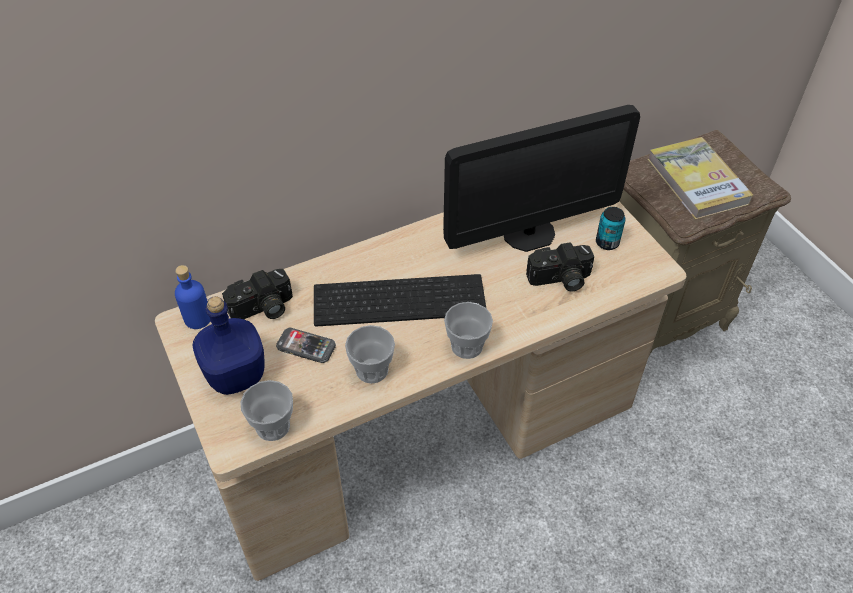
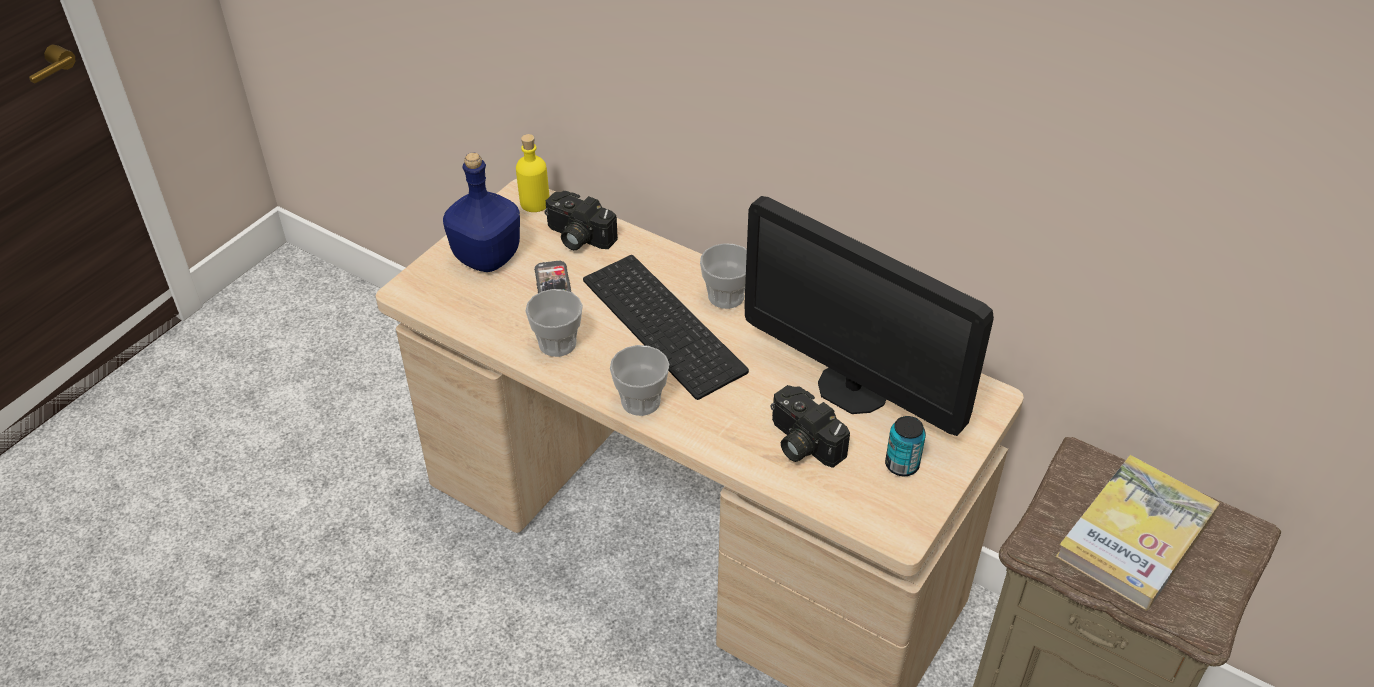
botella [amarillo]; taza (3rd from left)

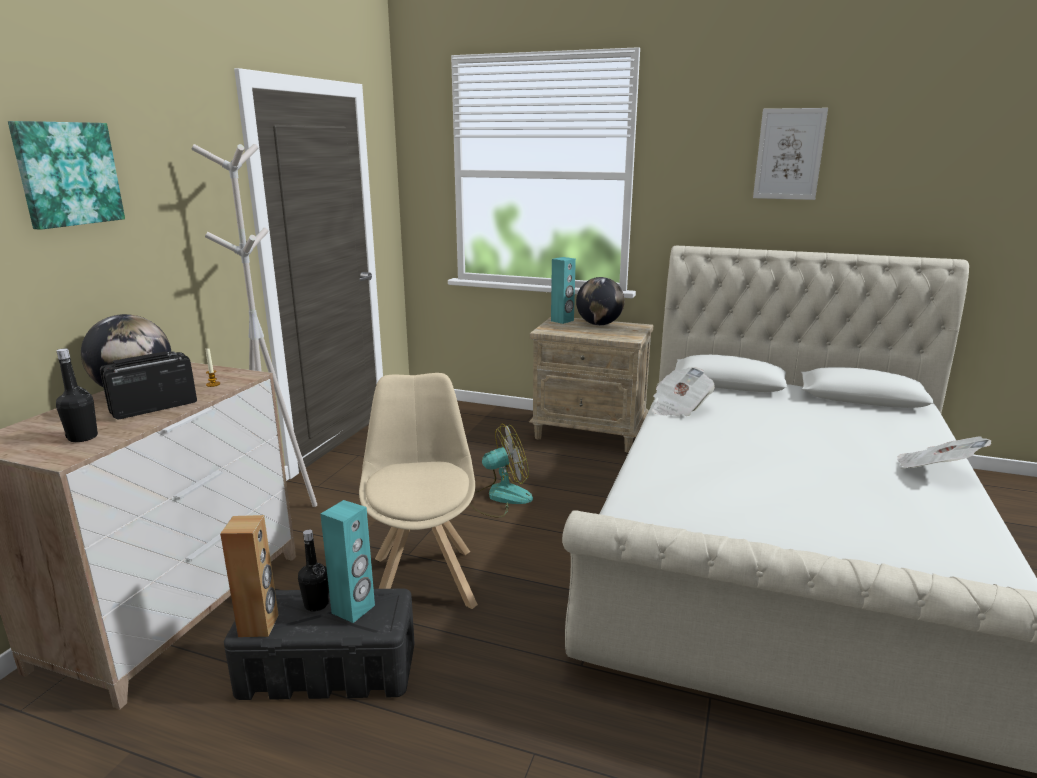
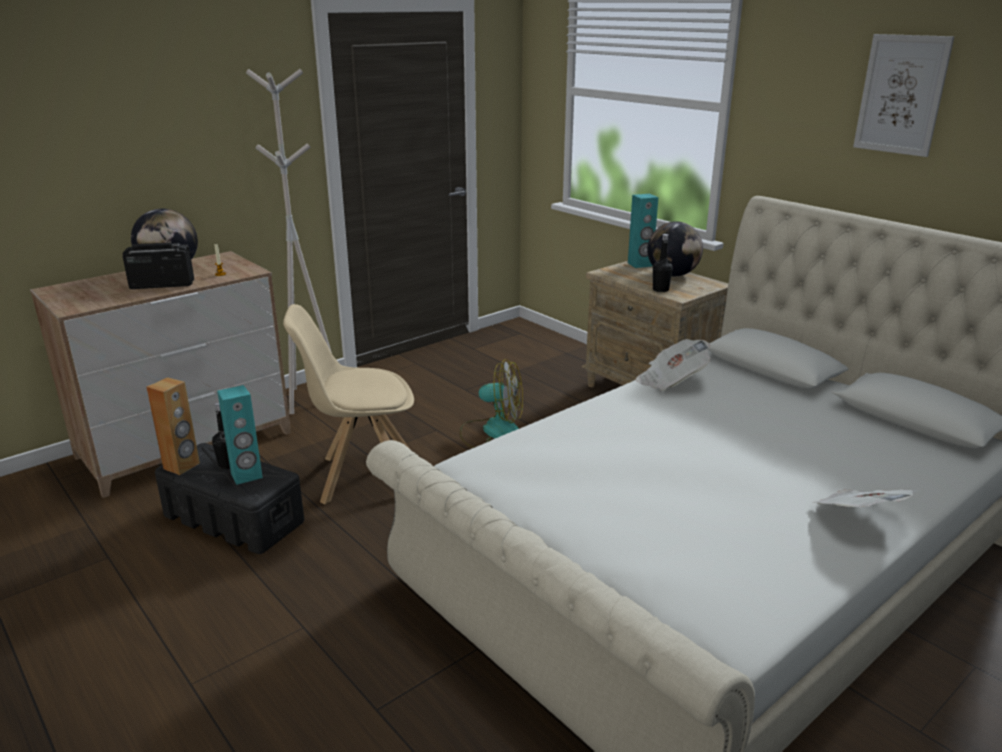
silla [beis]; botella [negro] (2nd from left); cuadro (1st from left in the first image)

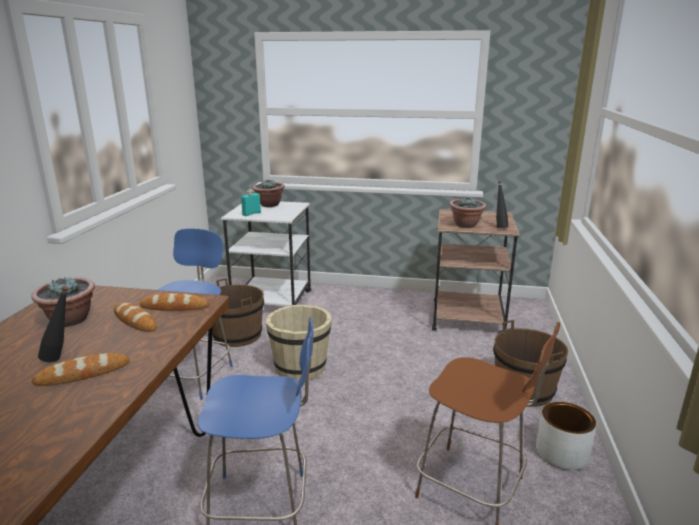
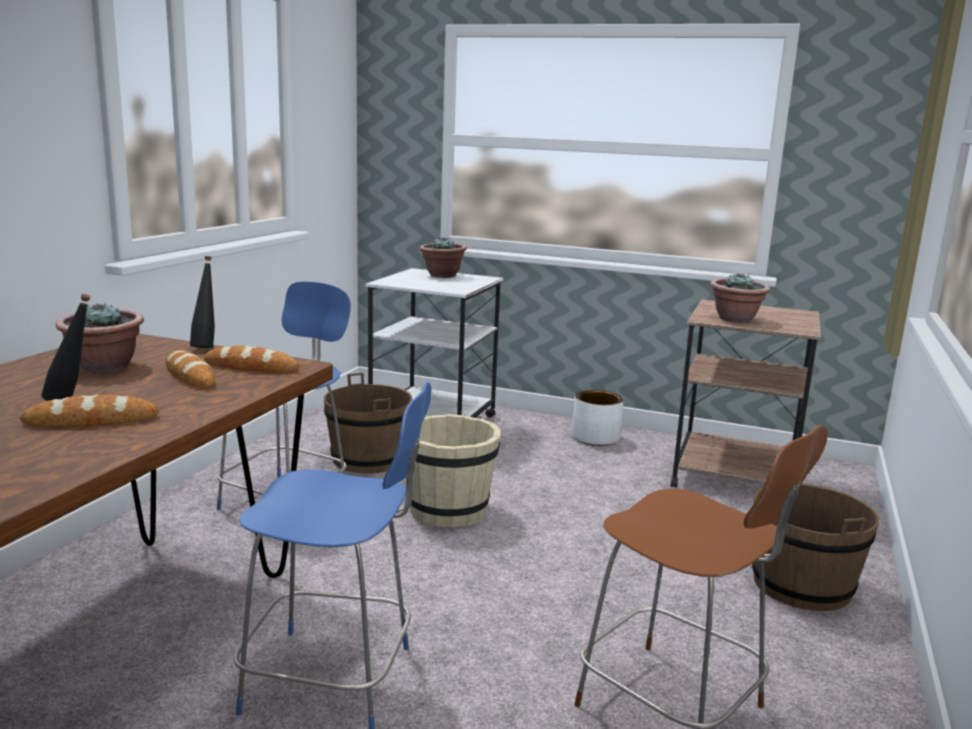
botella [negro] (2nd from left); maceta [blanco]; botella [turquesa]

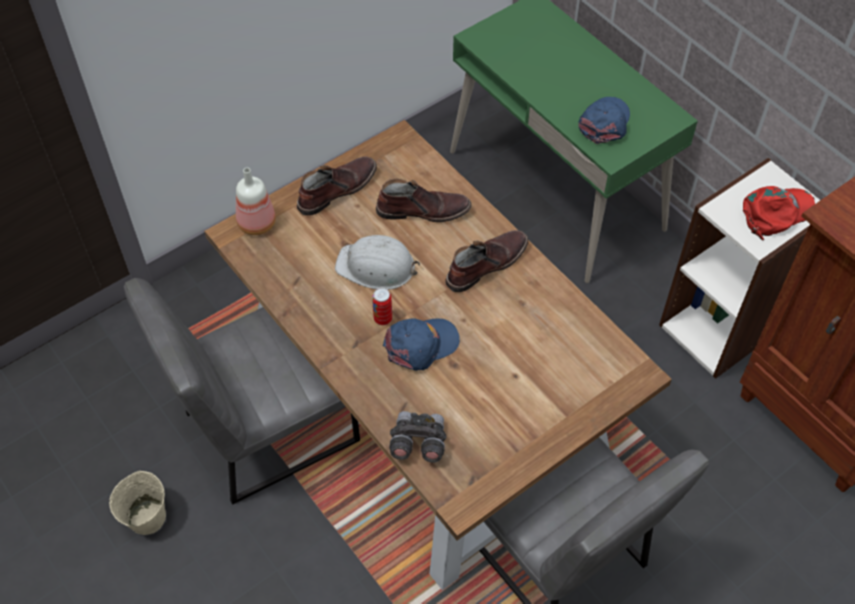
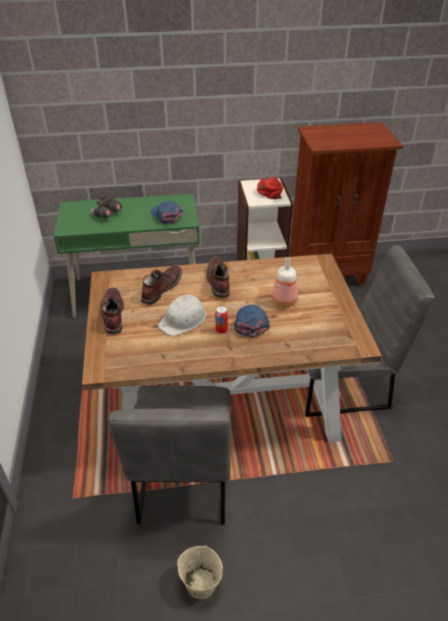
prismáticos [gris]; botella

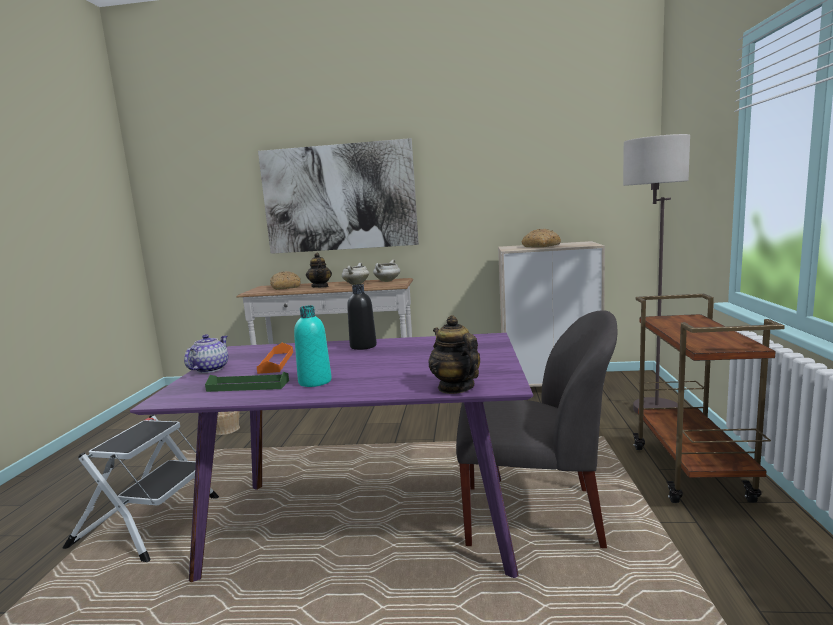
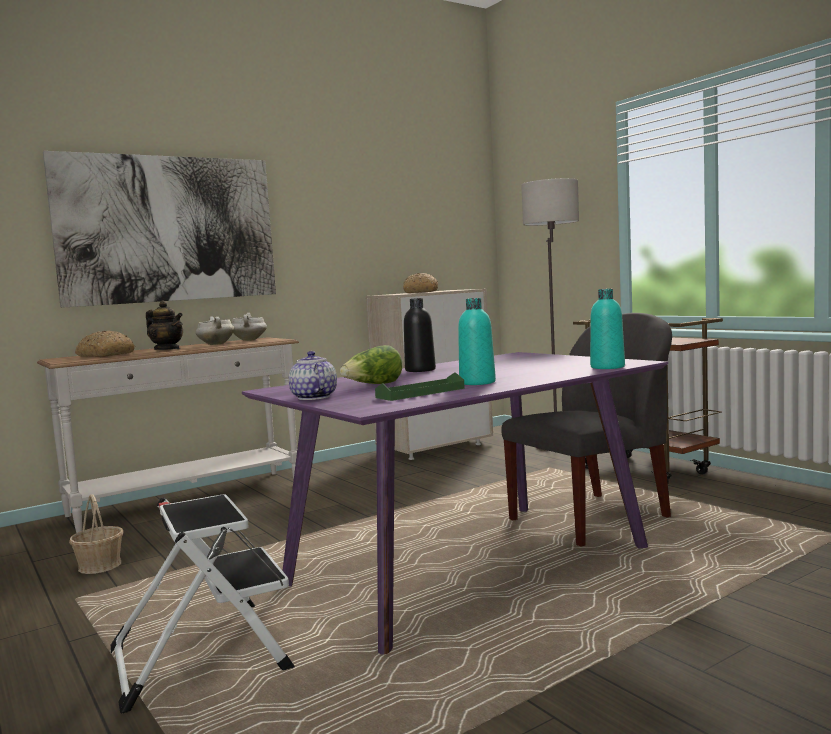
lechuga; botella [turquesa] (2nd from left)

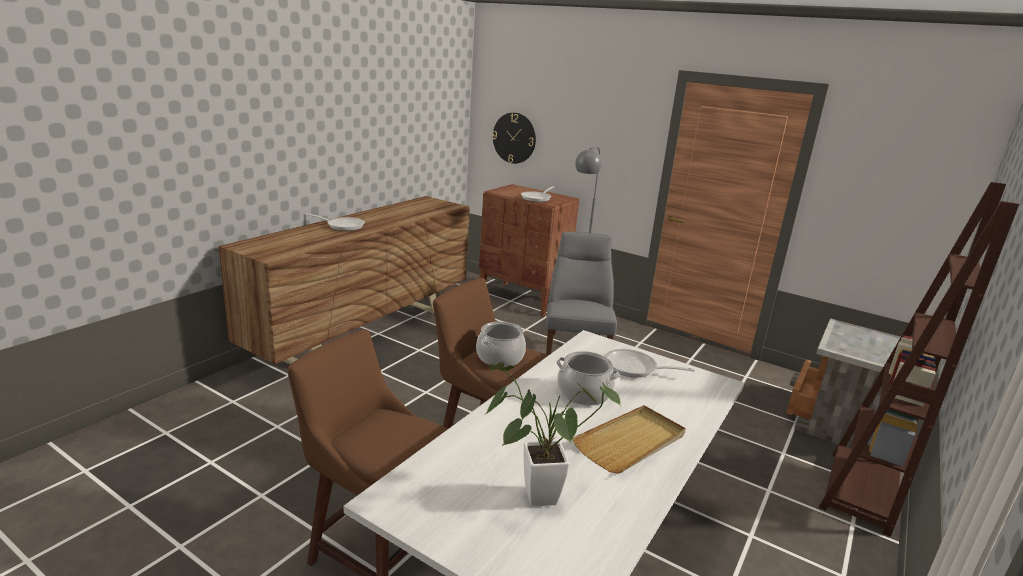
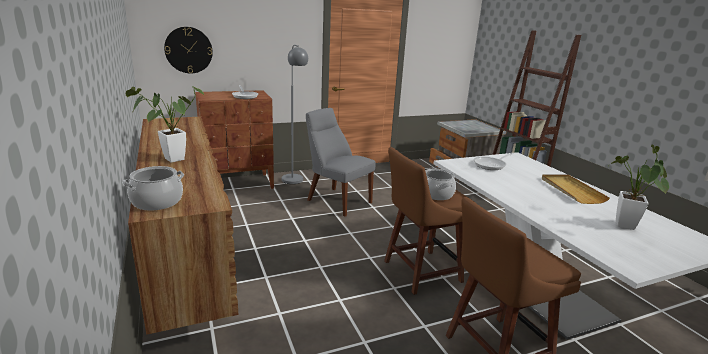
olla (1st from left); planta en maceta (1st from left)

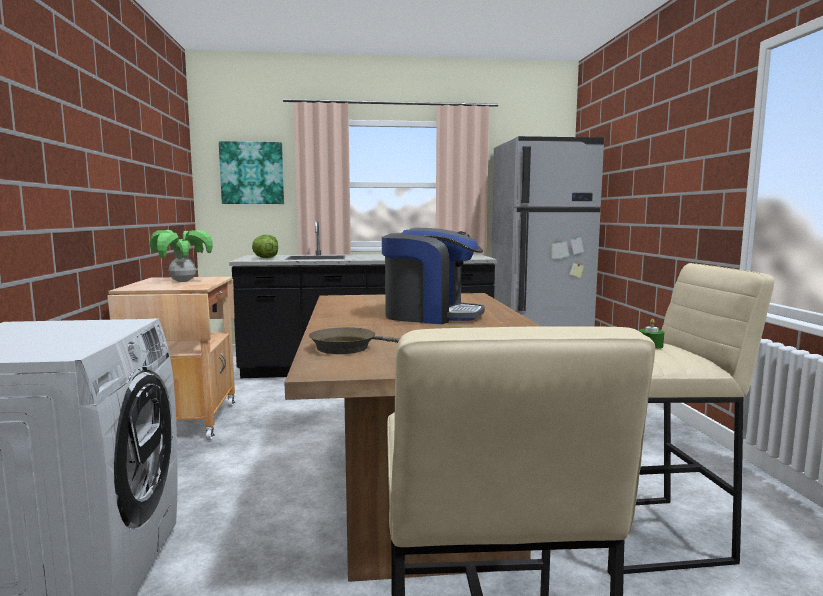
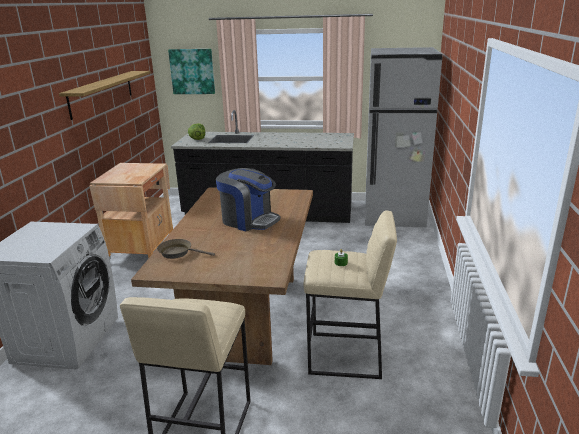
estante; planta en maceta

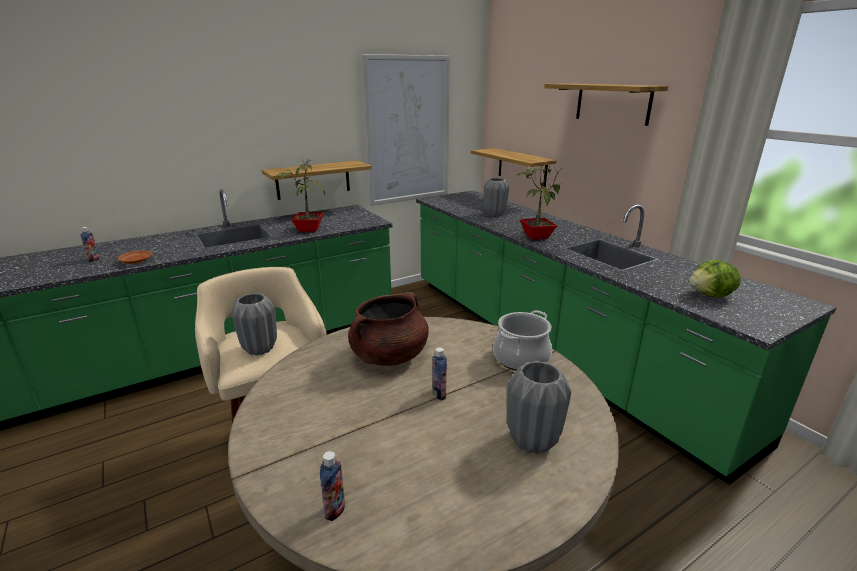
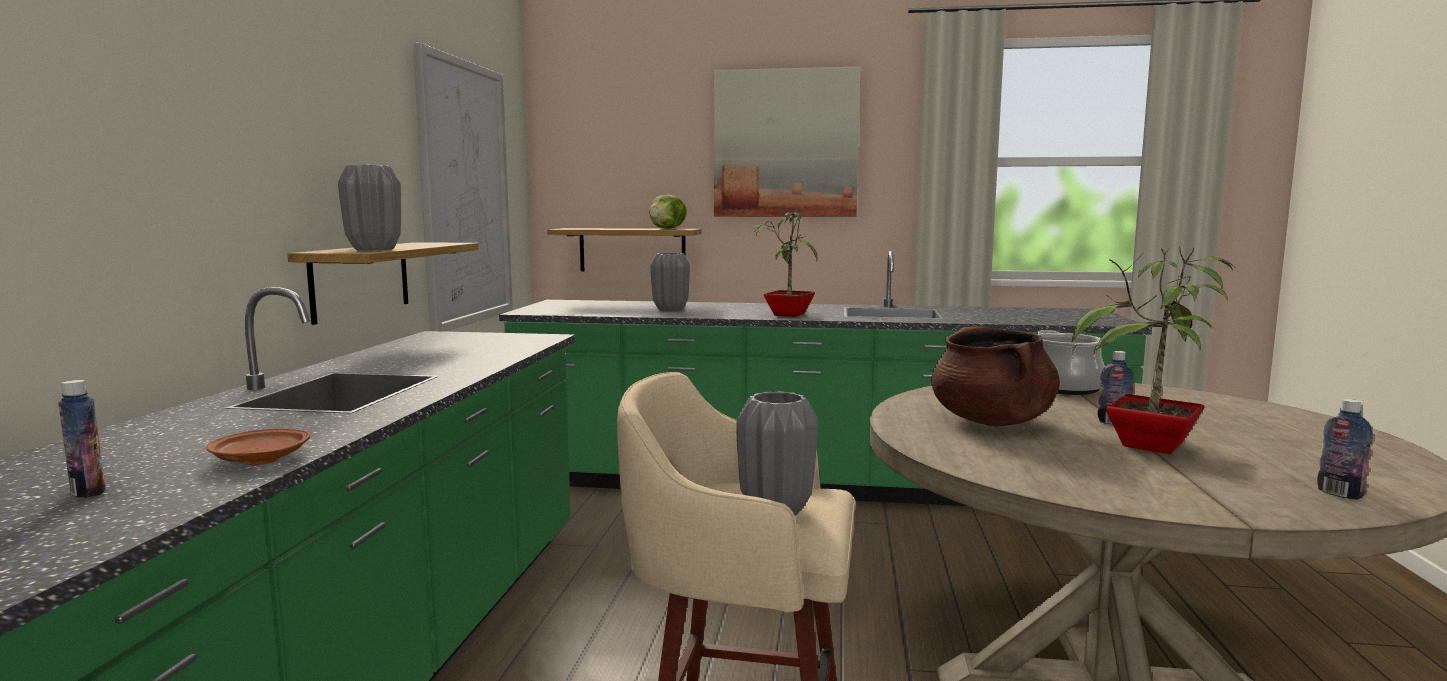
florero [gris] (1st from left); lechuga; cuadro (2nd from left); planta en maceta (2nd from left)

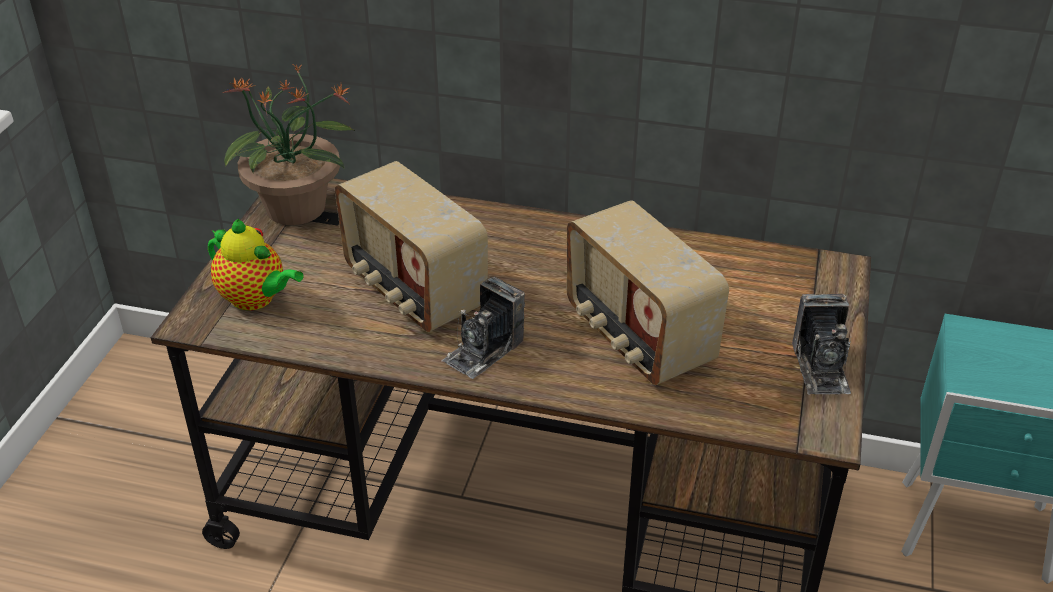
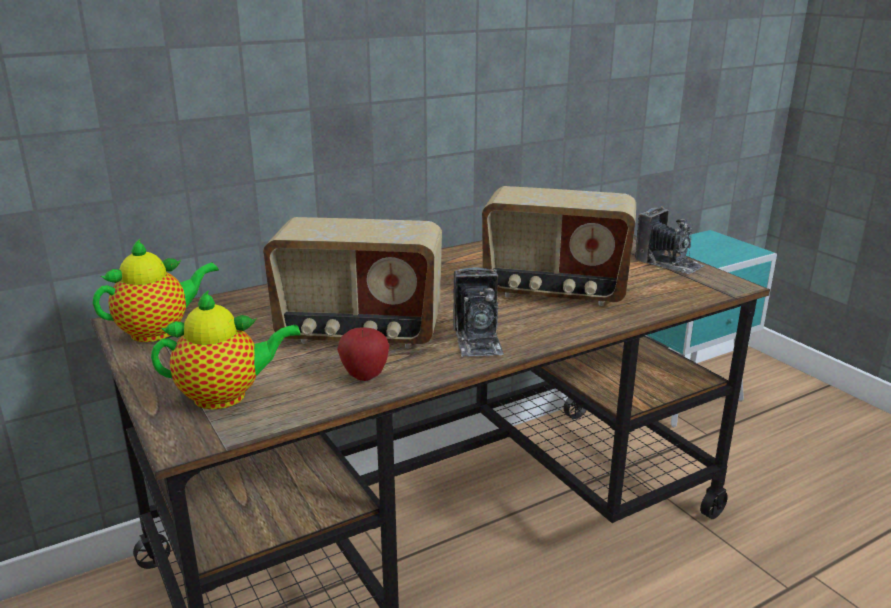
tetera (1st from left); manzana

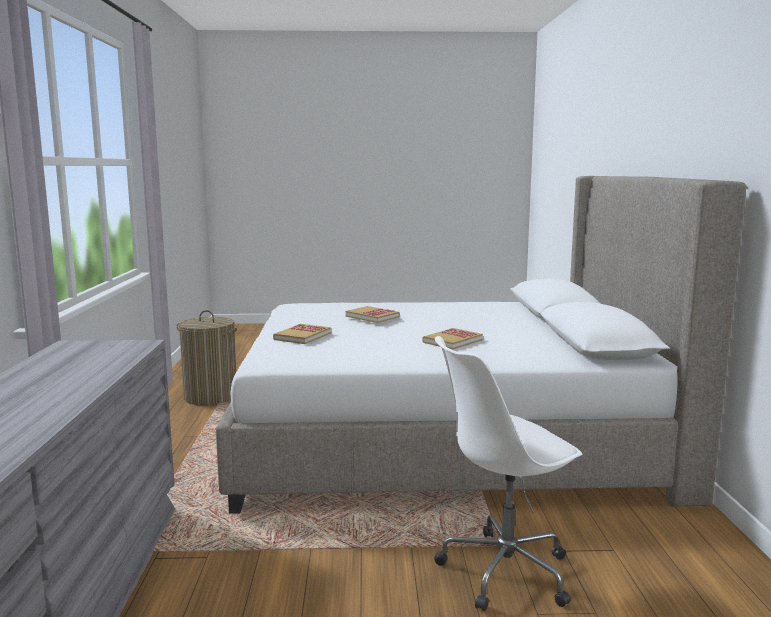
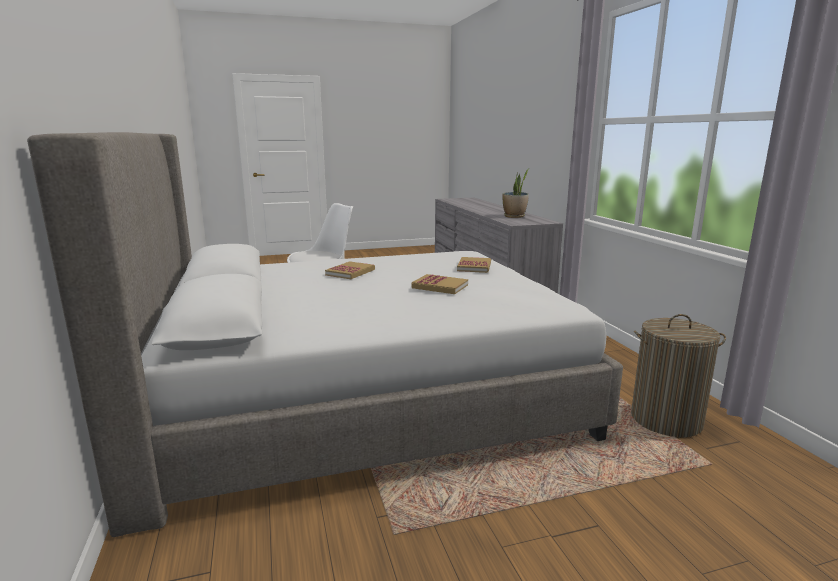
planta en maceta

